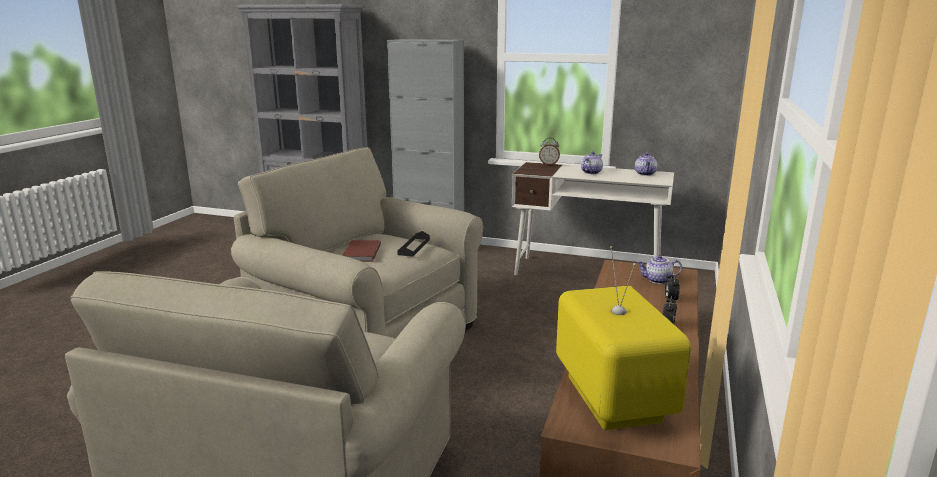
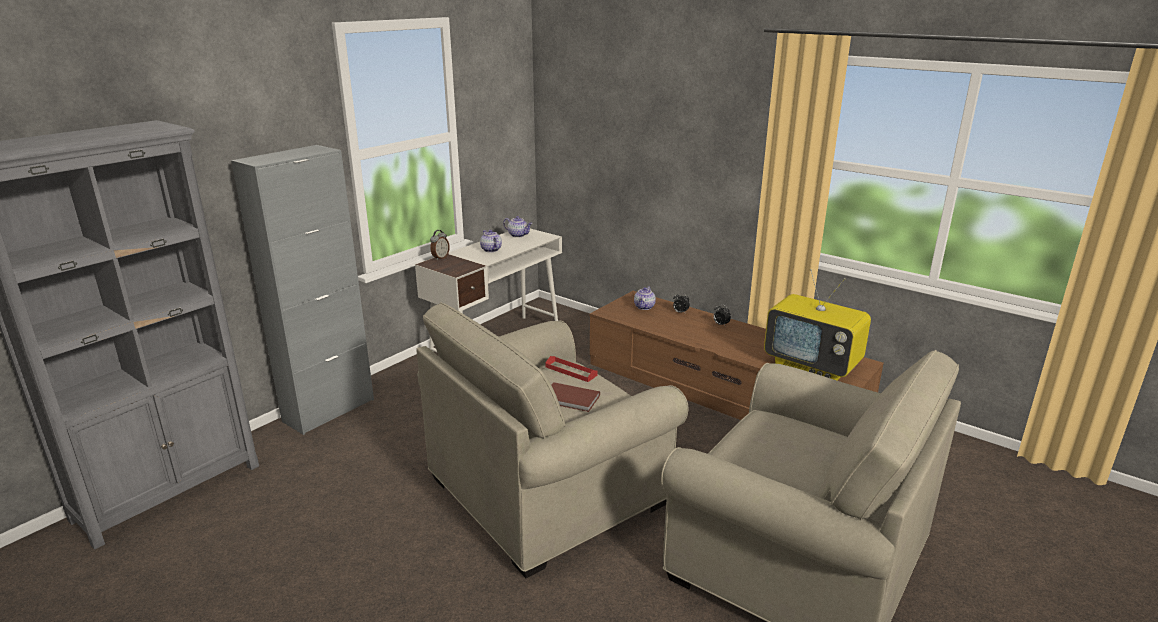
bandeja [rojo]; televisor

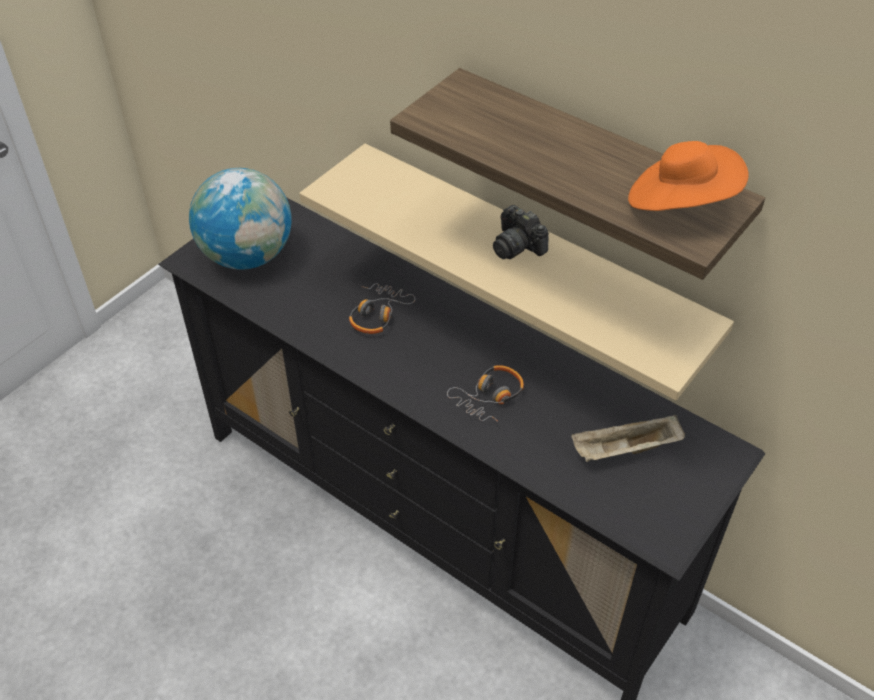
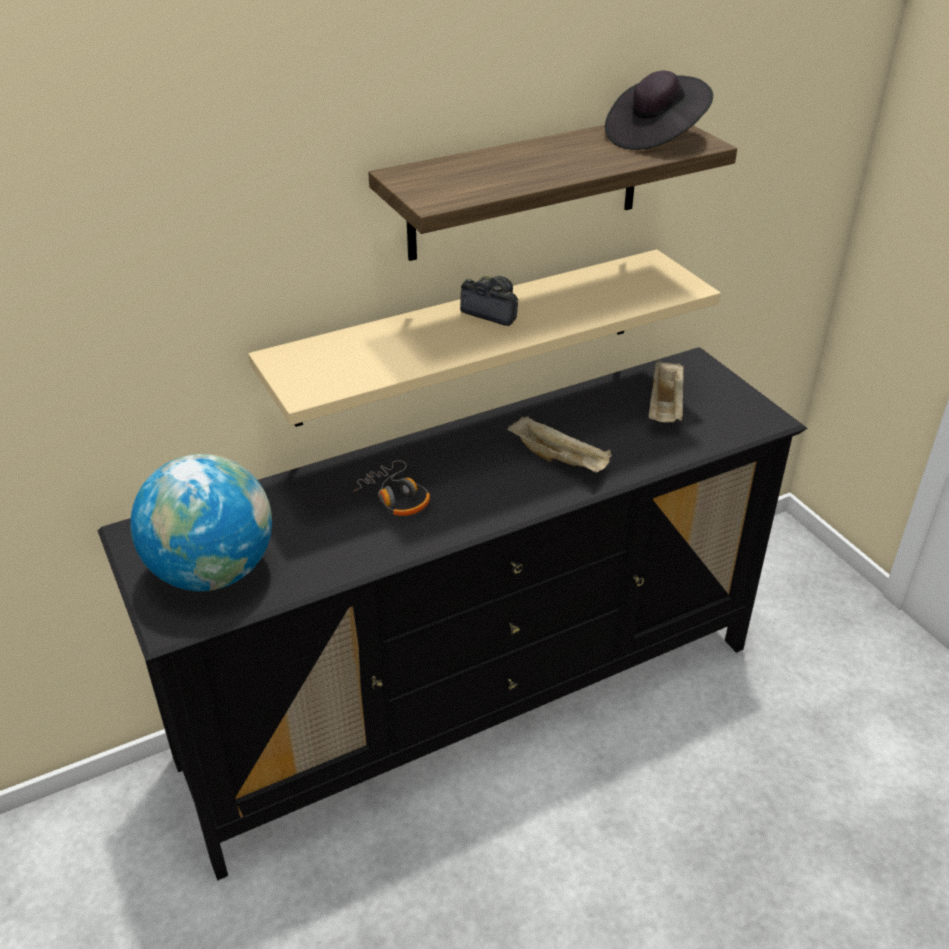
cámara; bandeja [beis] (1st from left); sombrero [negro]

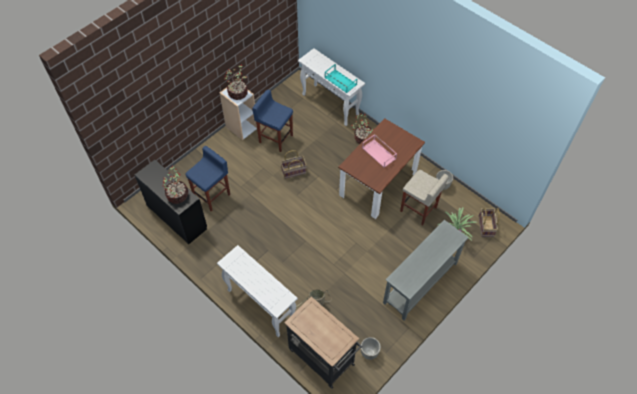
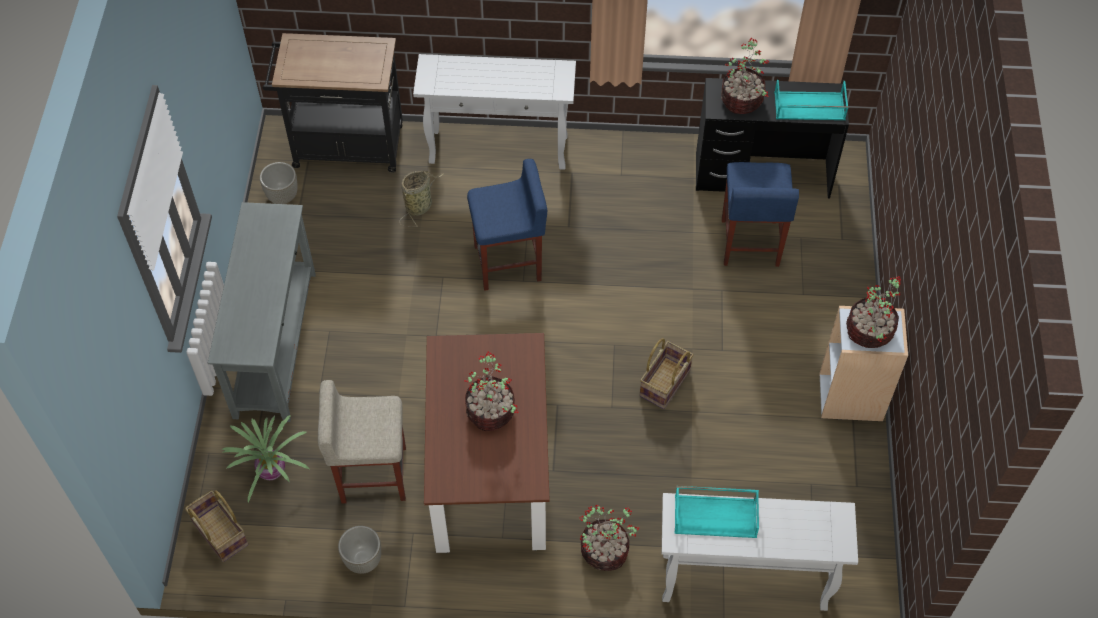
planta en maceta (2nd from left); taburete [azul] (1st from left); bandeja [turquesa] (2nd from left)

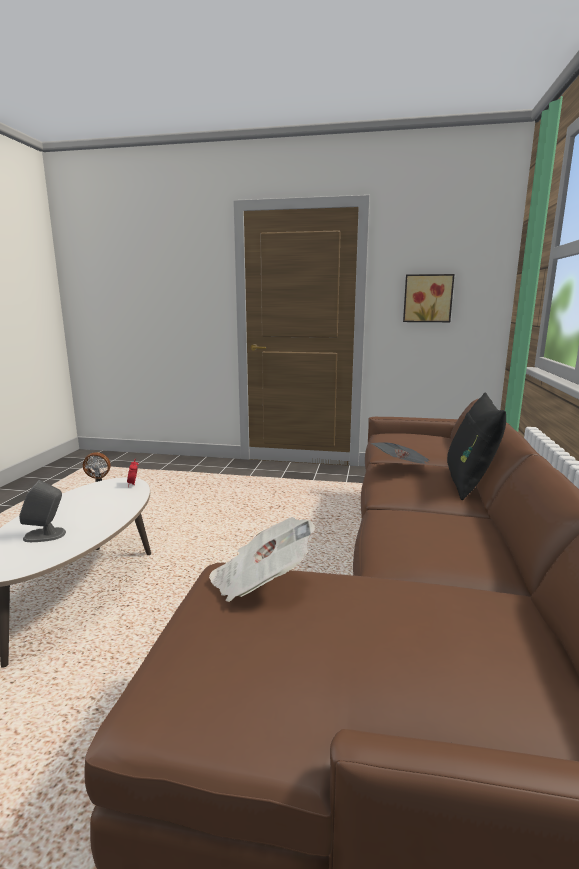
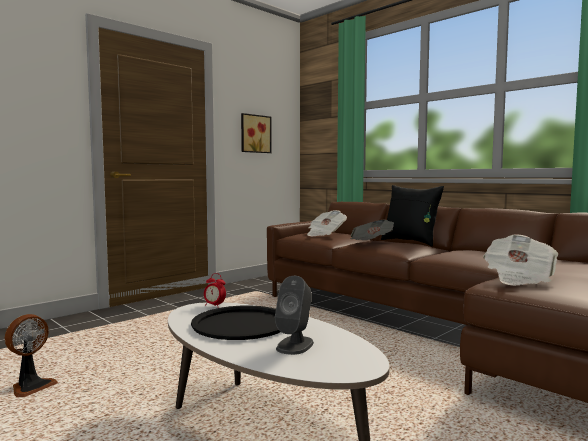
bandeja [negro]; periódico (1st from left)

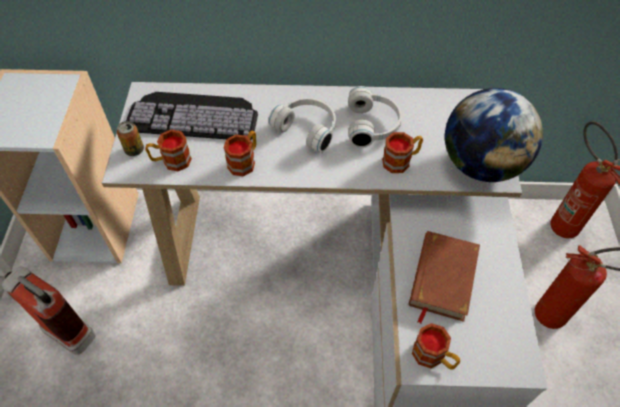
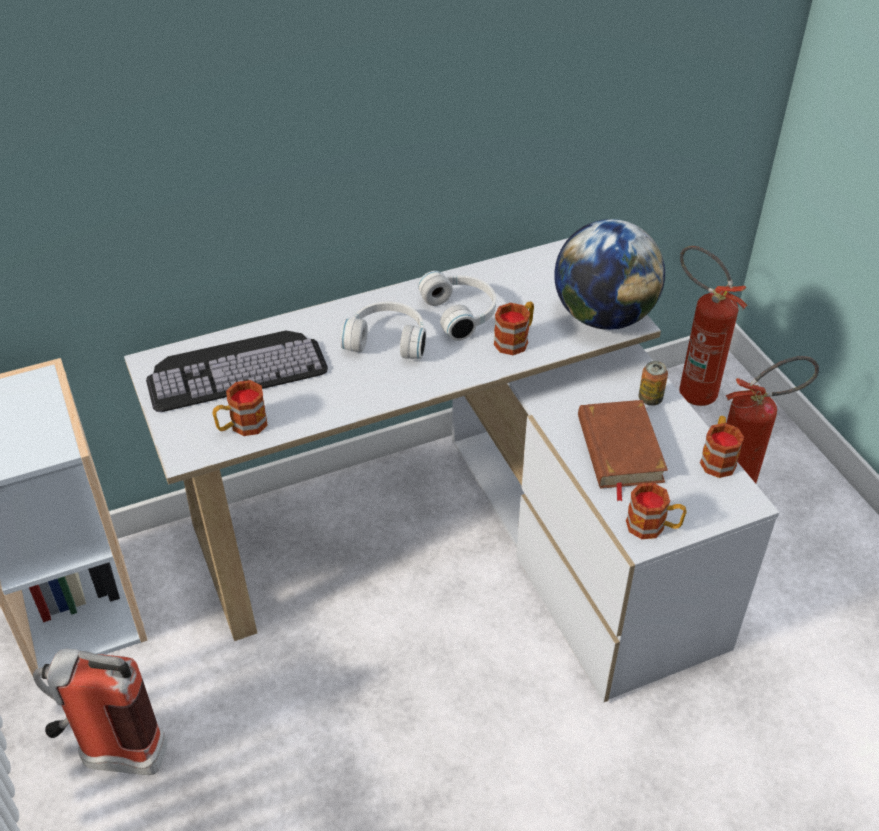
lata; taza grande (4th from left)

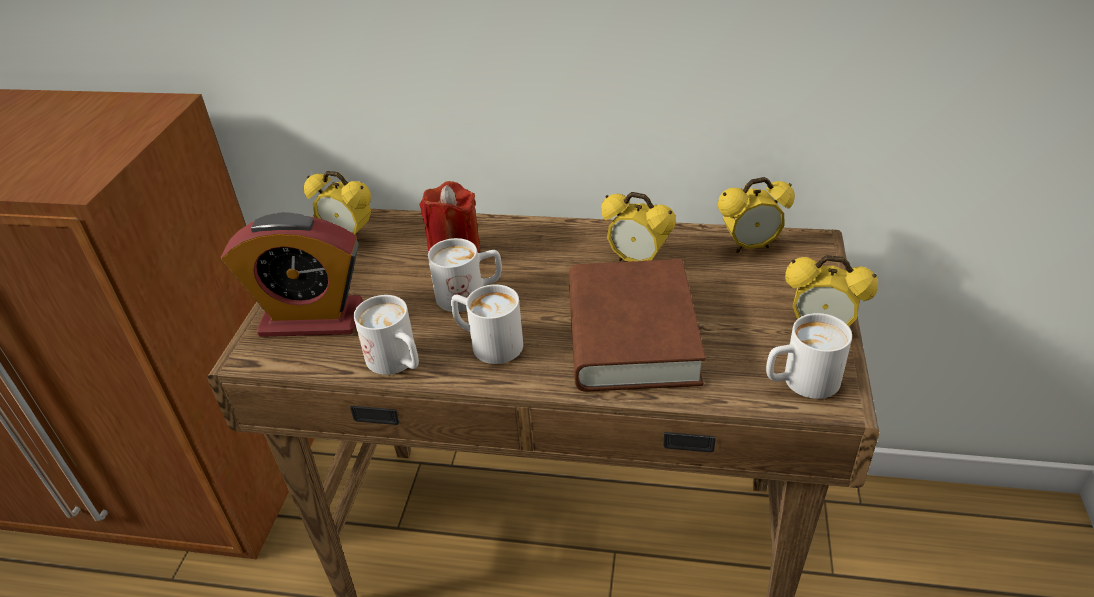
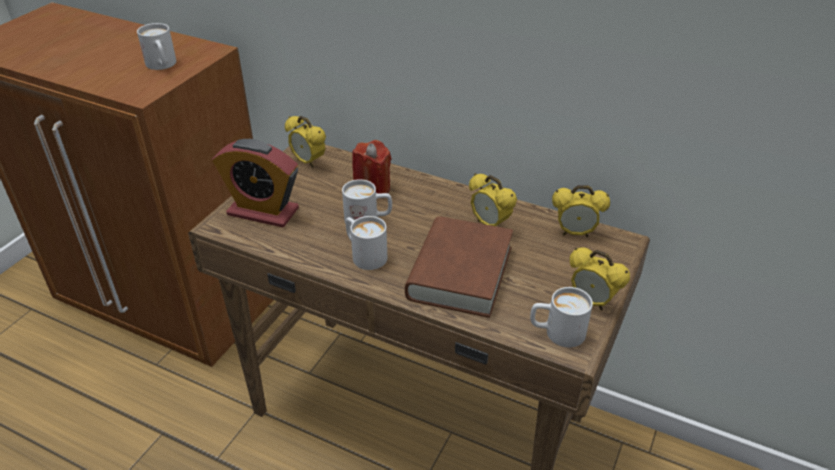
taza grande [blanco] (1st from left)

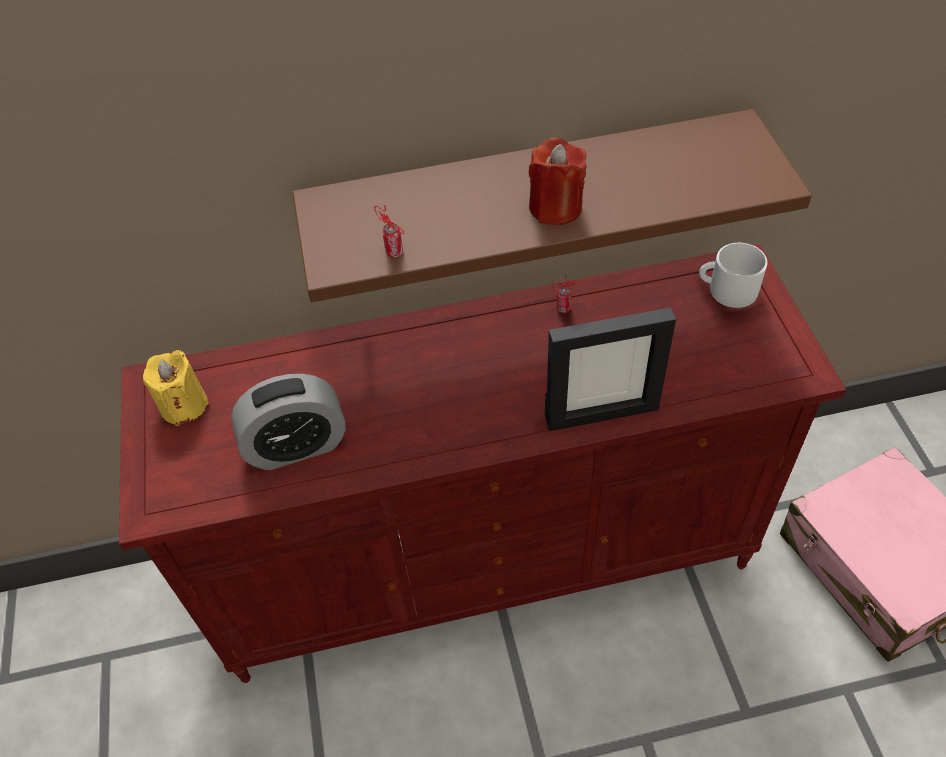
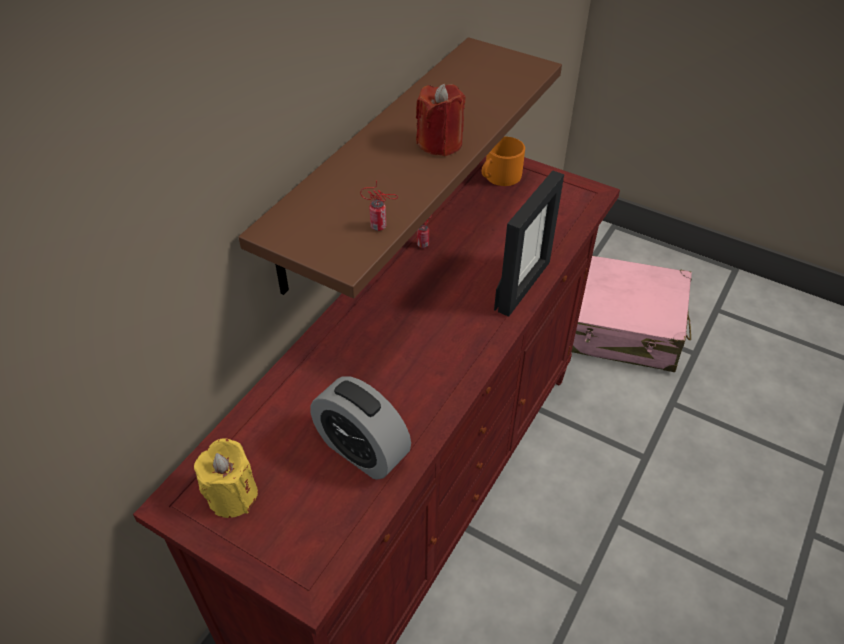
despertador; taza grande [naranja]

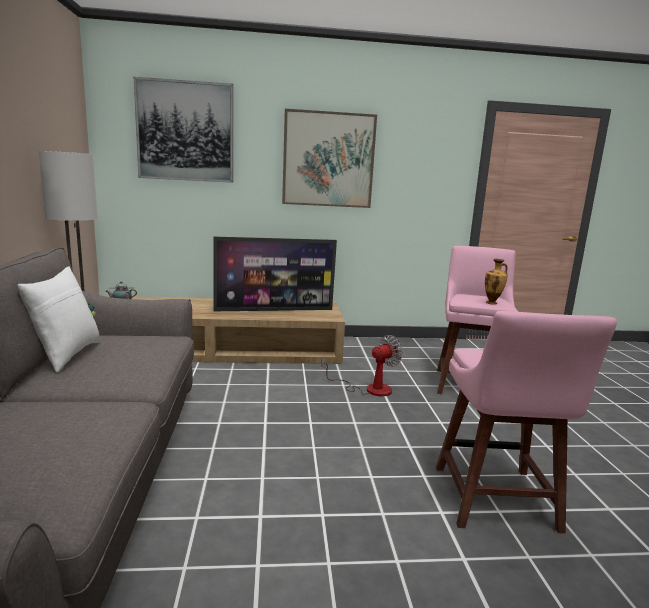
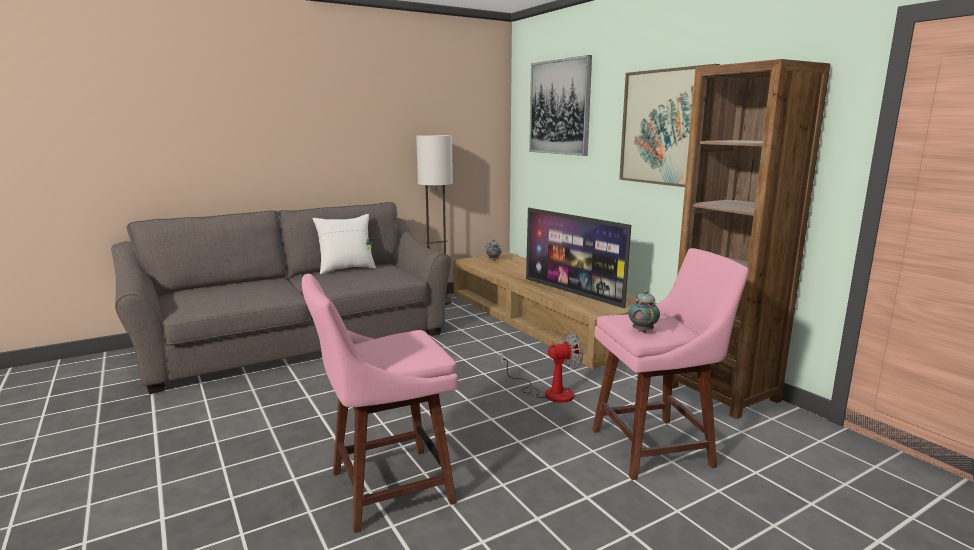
ventilador; tetera (2nd from left); estantería [marrón]

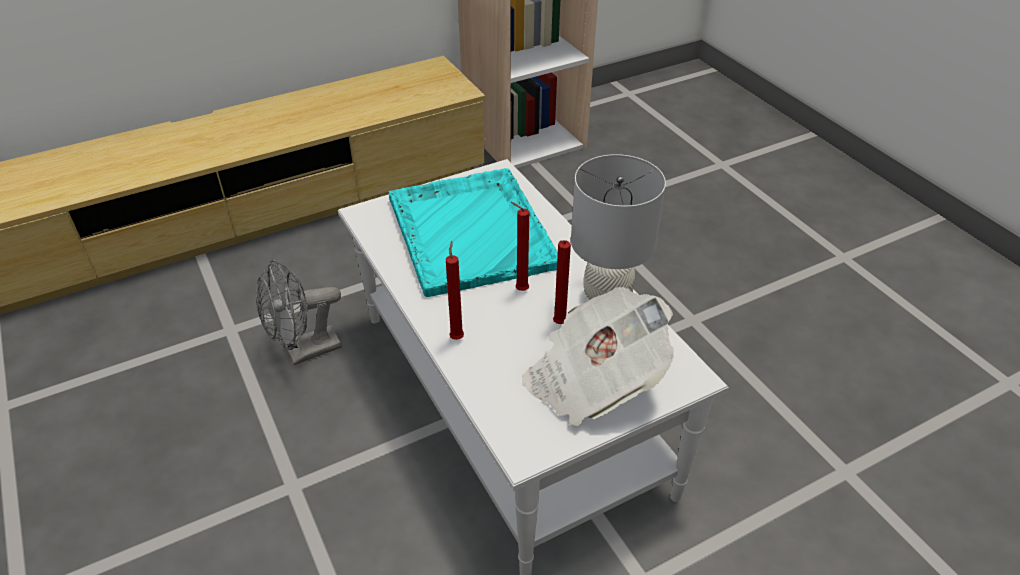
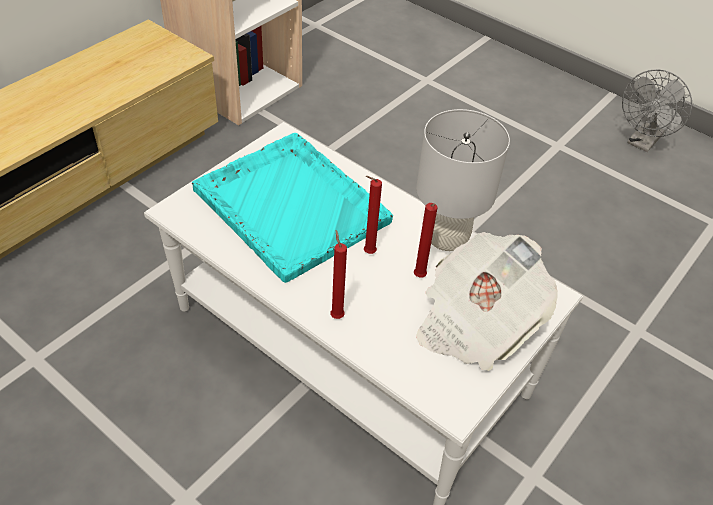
ventilador [gris]

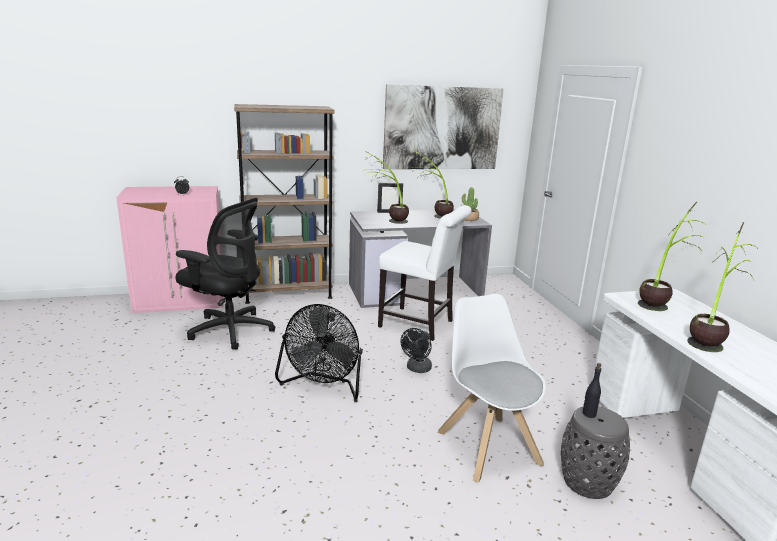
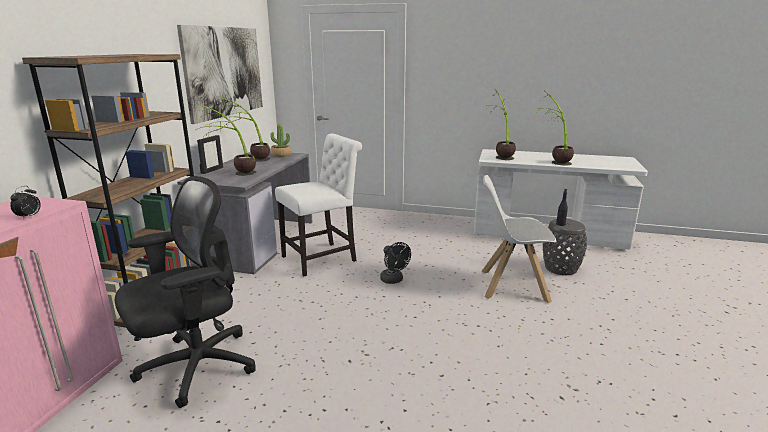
ventilador [negro] (1st from left in the first image)

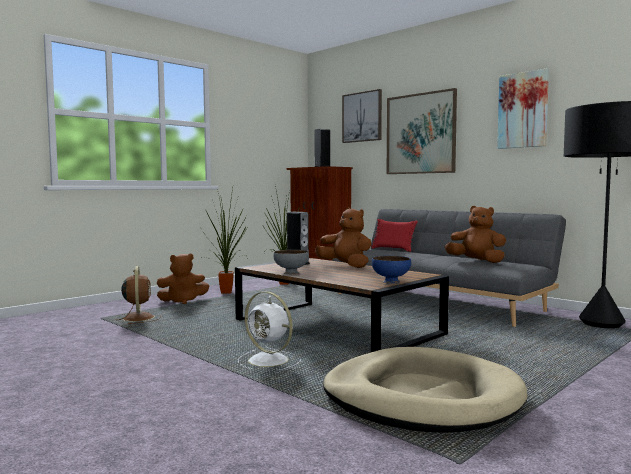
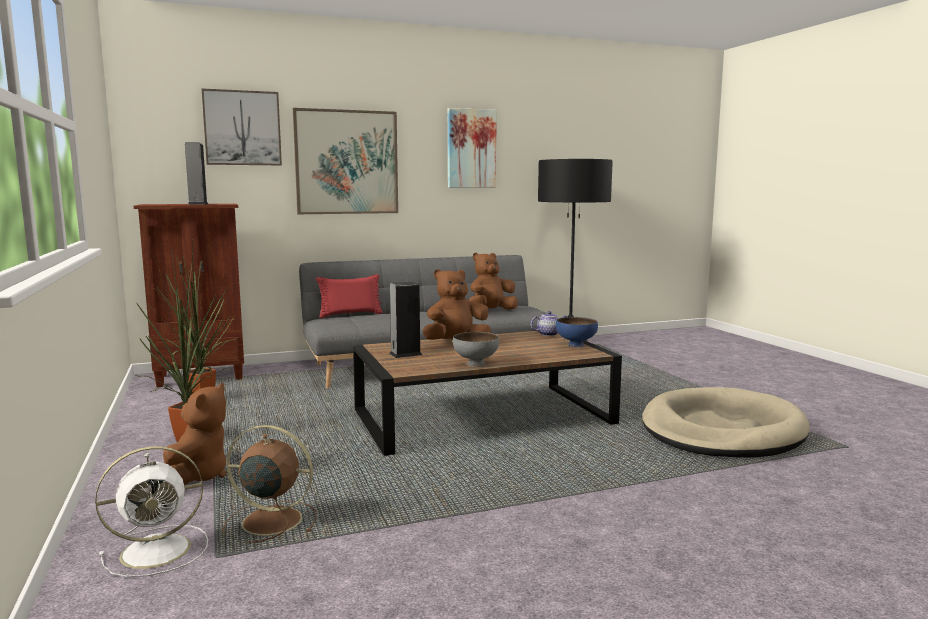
ventilador [blanco]; tetera

